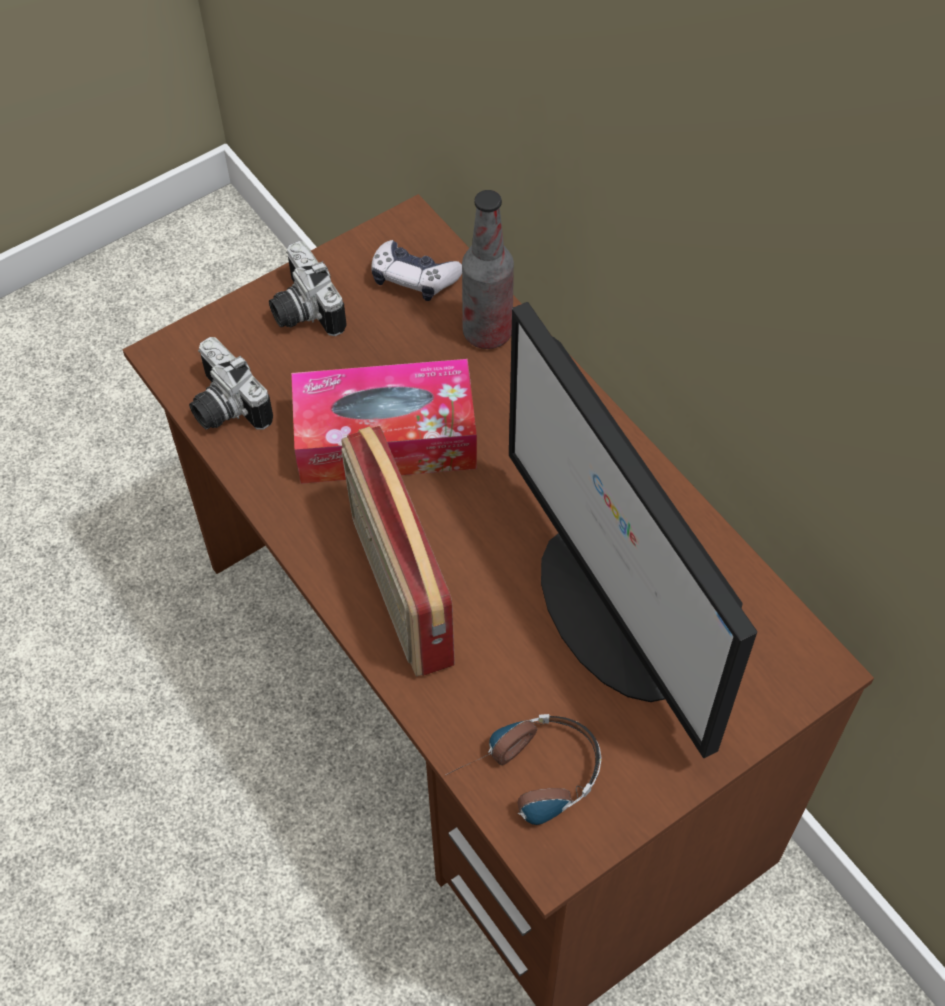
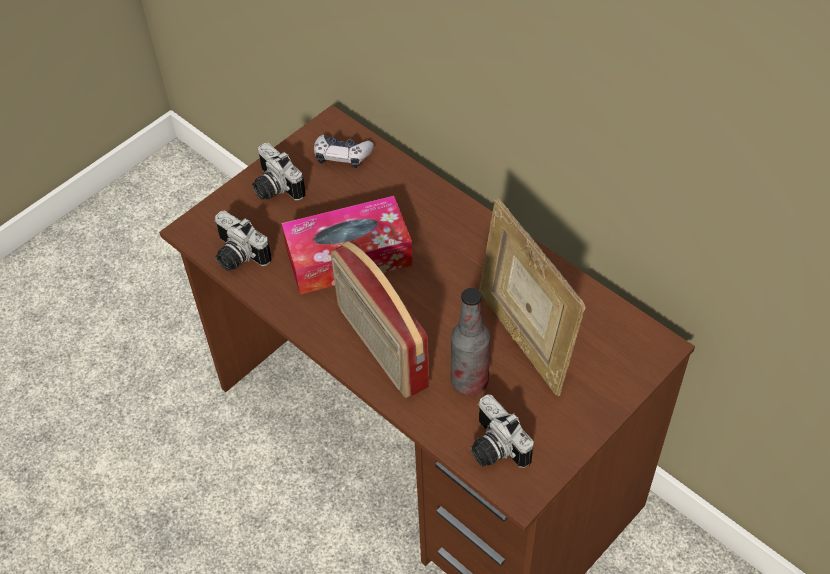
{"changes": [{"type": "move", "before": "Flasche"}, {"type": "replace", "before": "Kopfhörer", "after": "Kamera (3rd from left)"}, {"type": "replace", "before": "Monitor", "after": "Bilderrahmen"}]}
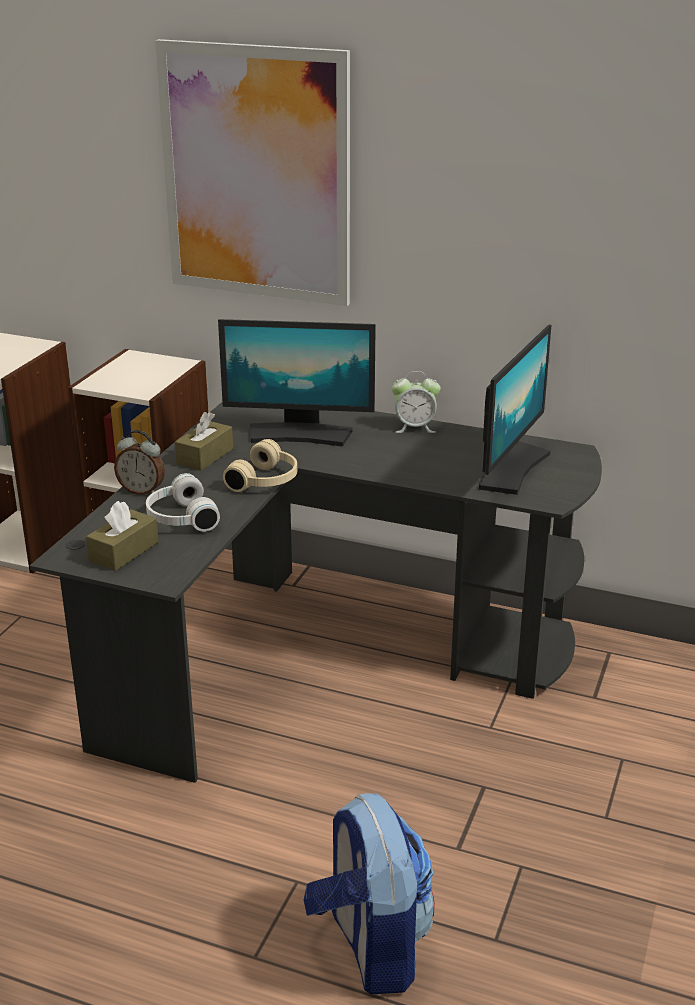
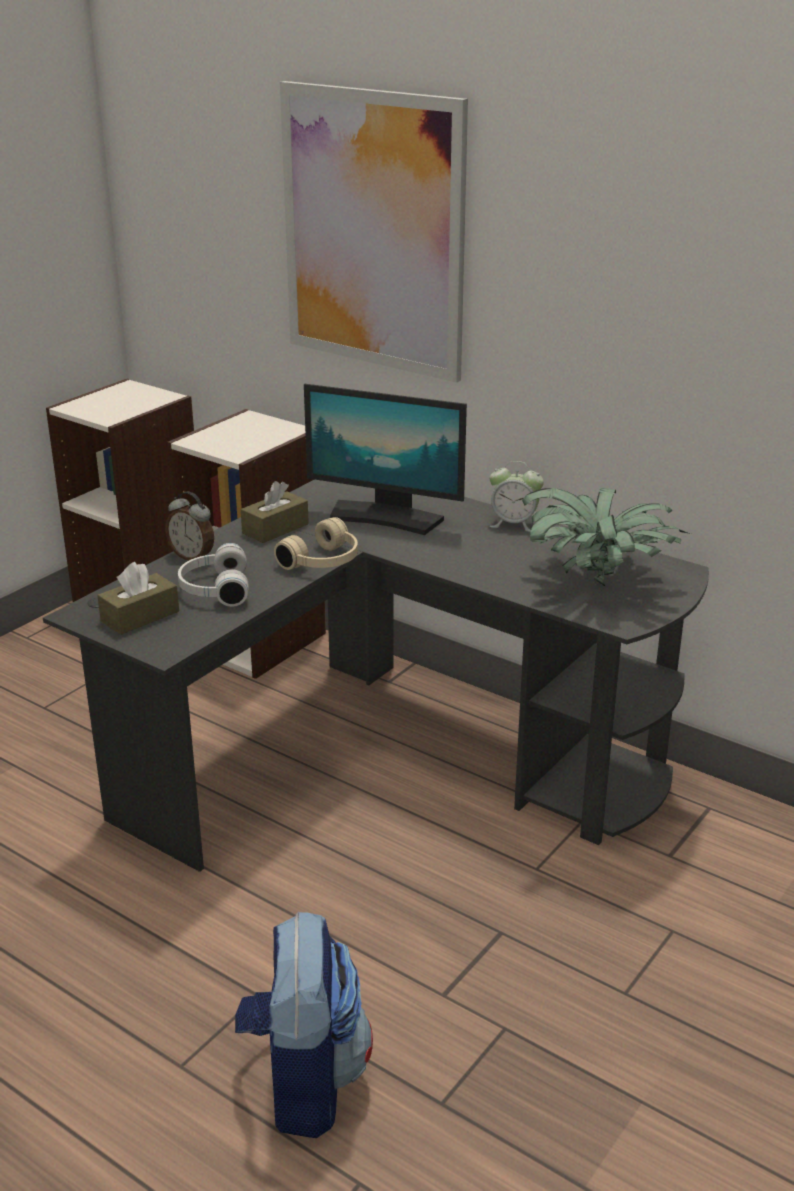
{"changes": [{"type": "replace", "before": "Monitor (2nd from left)", "after": "Topfpflanze"}]}
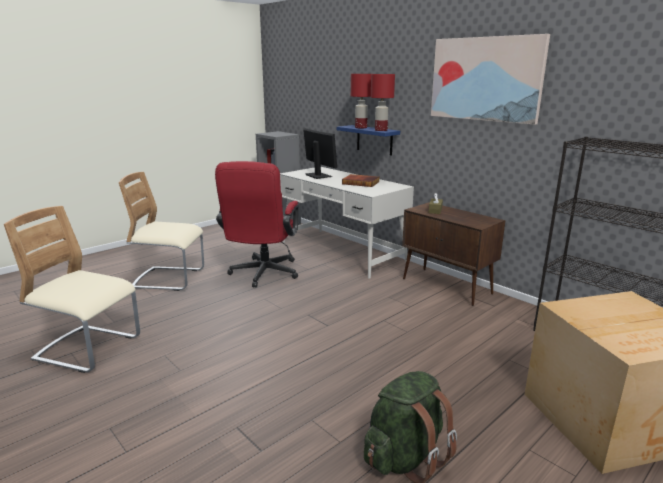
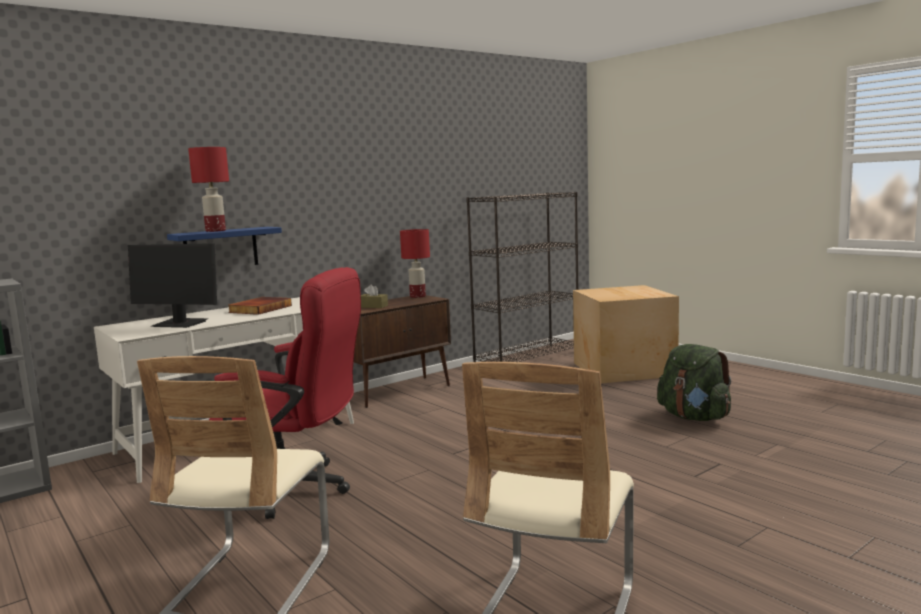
{"changes": [{"type": "rotate", "before": "Monitor", "turn": -135}, {"type": "move", "before": "Tischlampe/rot (2nd from left)"}, {"type": "delete", "before": "Bild"}]}
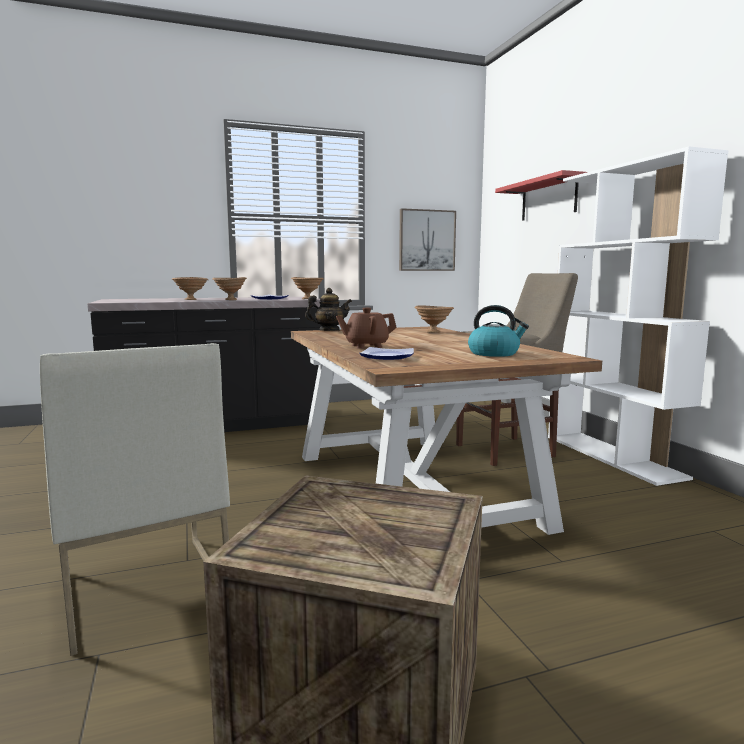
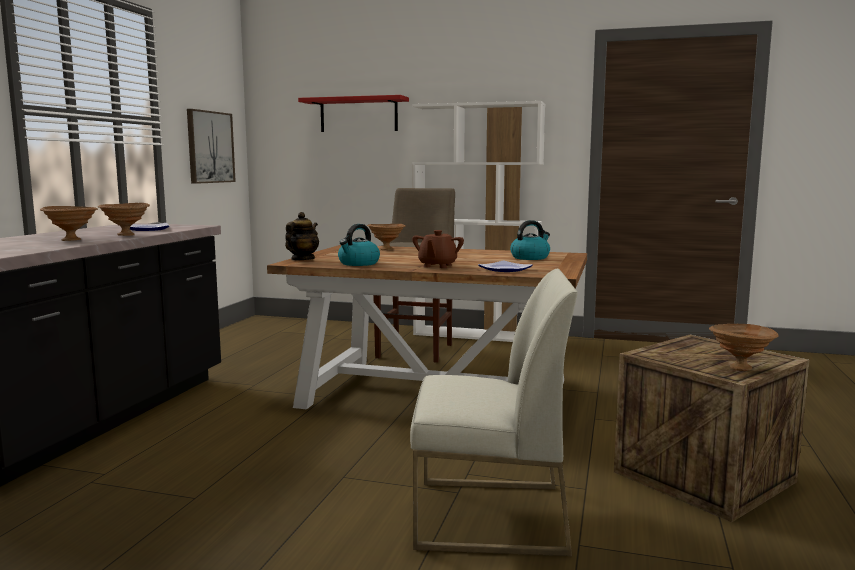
{"changes": [{"type": "insert", "after": "Wasserkessel (1st from left)"}, {"type": "move", "before": "Schüssel/braun (3rd from left in the first image)", "after": "Schüssel/braun (4th from left)"}]}
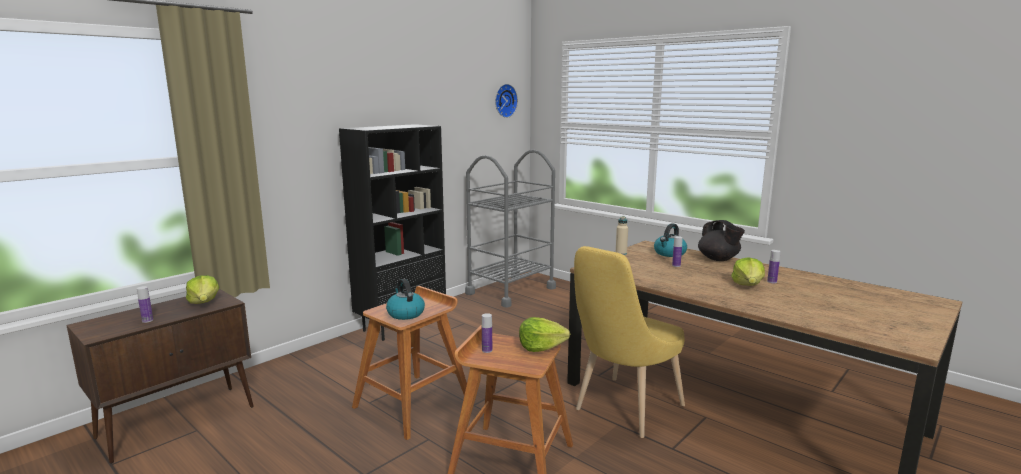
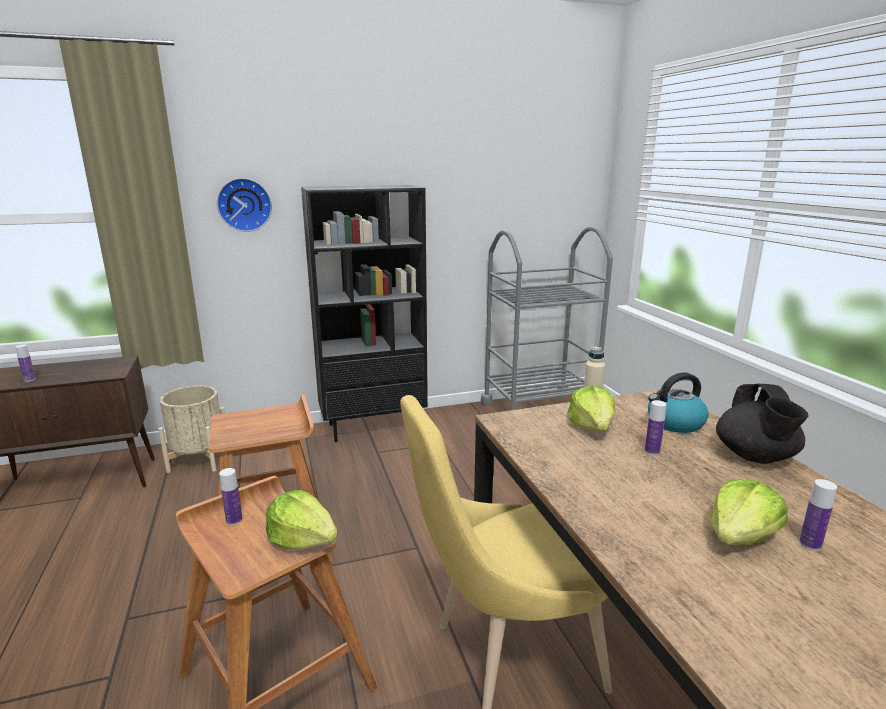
{"changes": [{"type": "insert", "after": "Pflanzkübel/beige"}, {"type": "move", "before": "Wanduhr"}, {"type": "move", "before": "Salatkopf (1st from left in the first image)", "after": "Salatkopf (2nd from left)"}, {"type": "delete", "before": "Wasserkessel (1st from left)"}]}
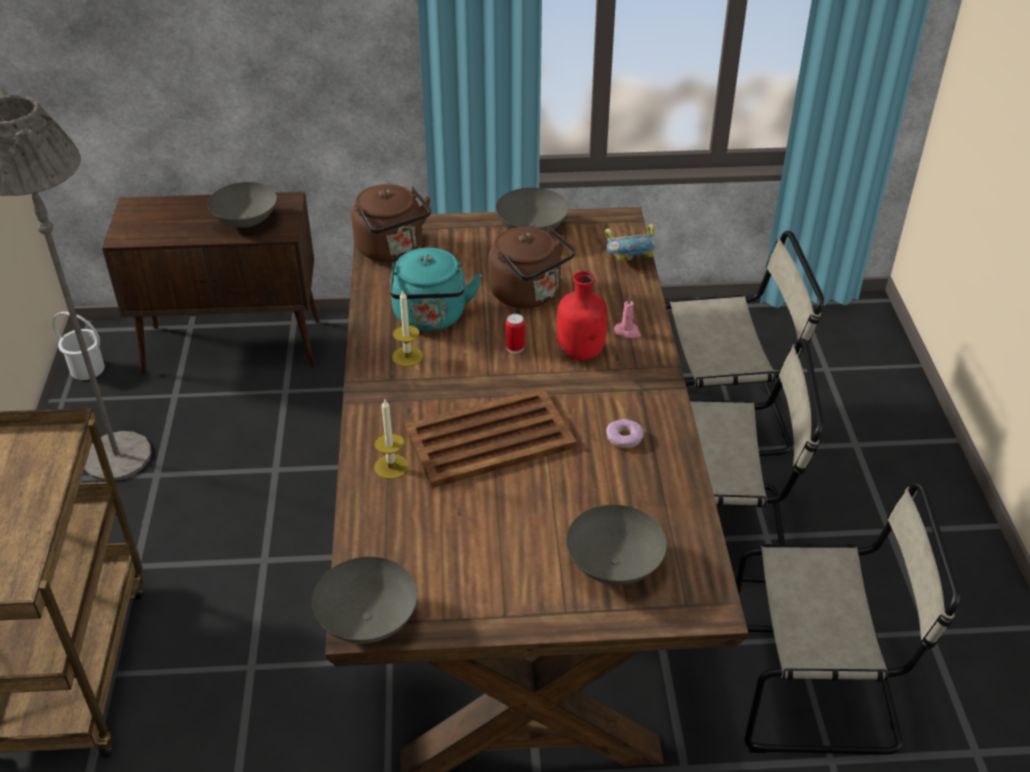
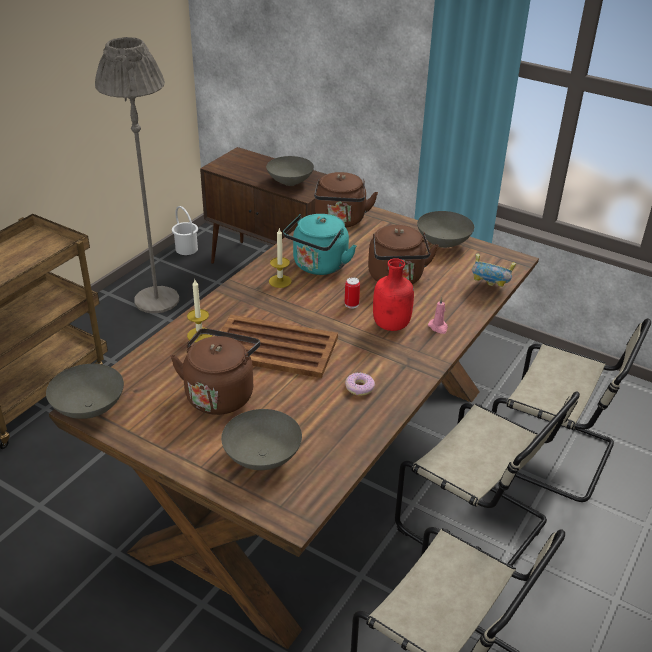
{"changes": [{"type": "insert", "after": "Wasserkessel/braun (1st from left)"}]}
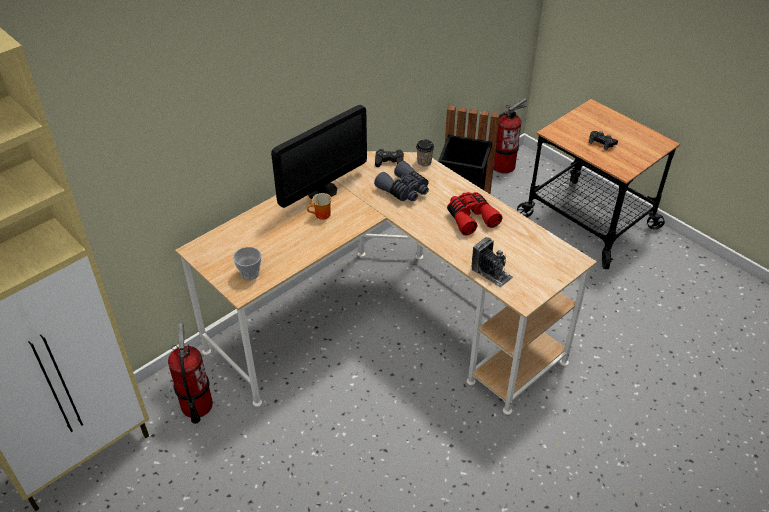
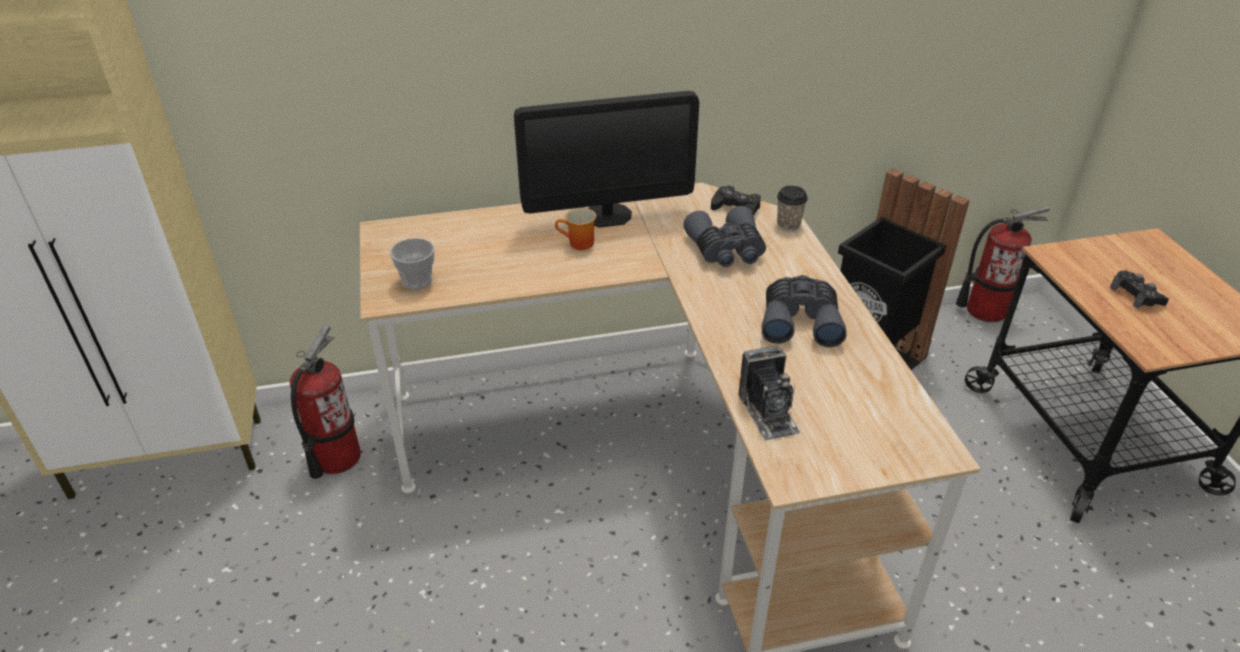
{"changes": [{"type": "recolor", "before": "Fernglas/rot", "after": "Fernglas/grau (2nd from left)"}]}
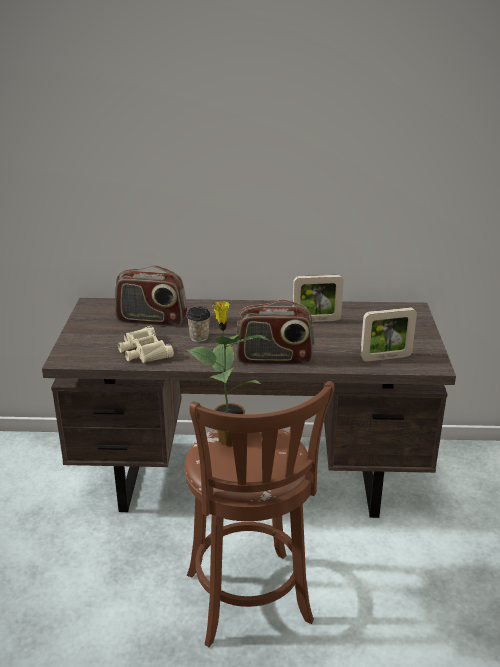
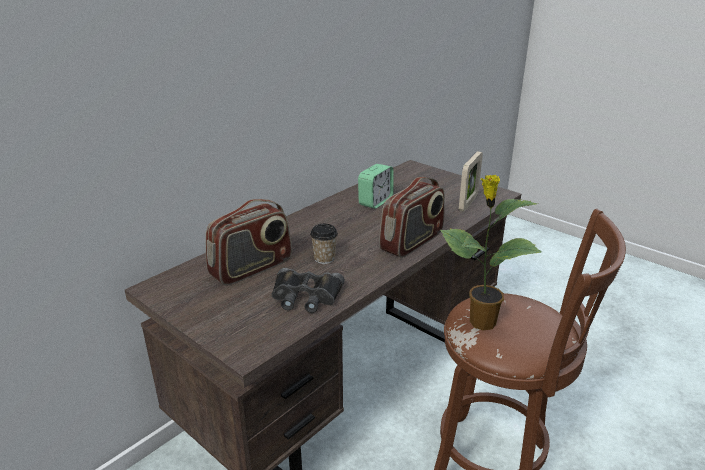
{"changes": [{"type": "recolor", "before": "Fernglas/beige", "after": "Fernglas/schwarz"}, {"type": "replace", "before": "Bilderrahmen (1st from left)", "after": "Wecker"}]}
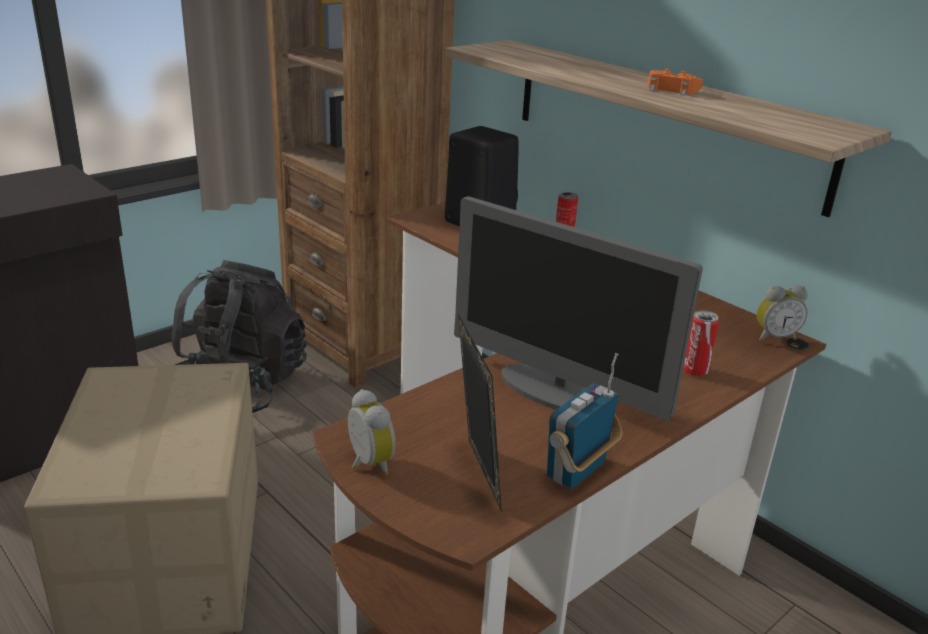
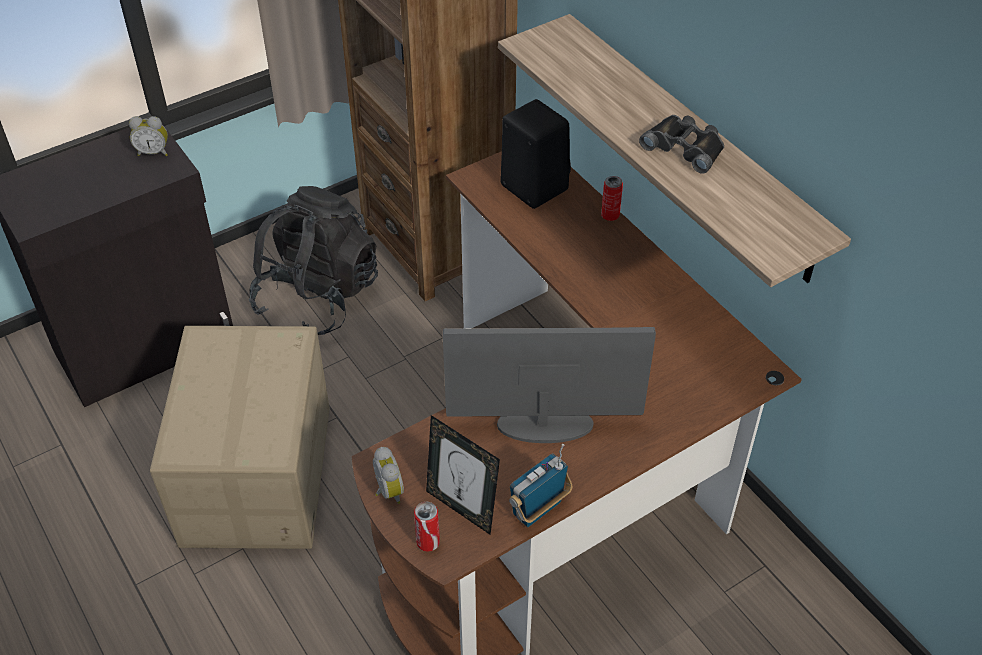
{"changes": [{"type": "move", "before": "Wecker (2nd from left in the first image)", "after": "Wecker (1st from left)"}, {"type": "move", "before": "Dose (2nd from left in the first image)", "after": "Dose (1st from left)"}, {"type": "rotate", "before": "Bilderrahmen", "turn": 135}, {"type": "rotate", "before": "Monitor", "turn": 135}, {"type": "replace", "before": "Gamepad/orange", "after": "Fernglas/schwarz"}]}
